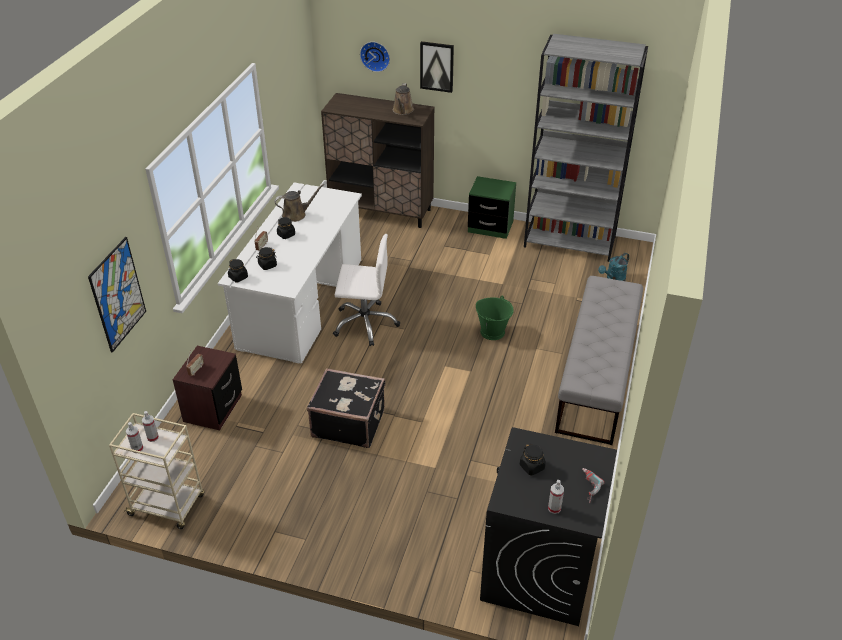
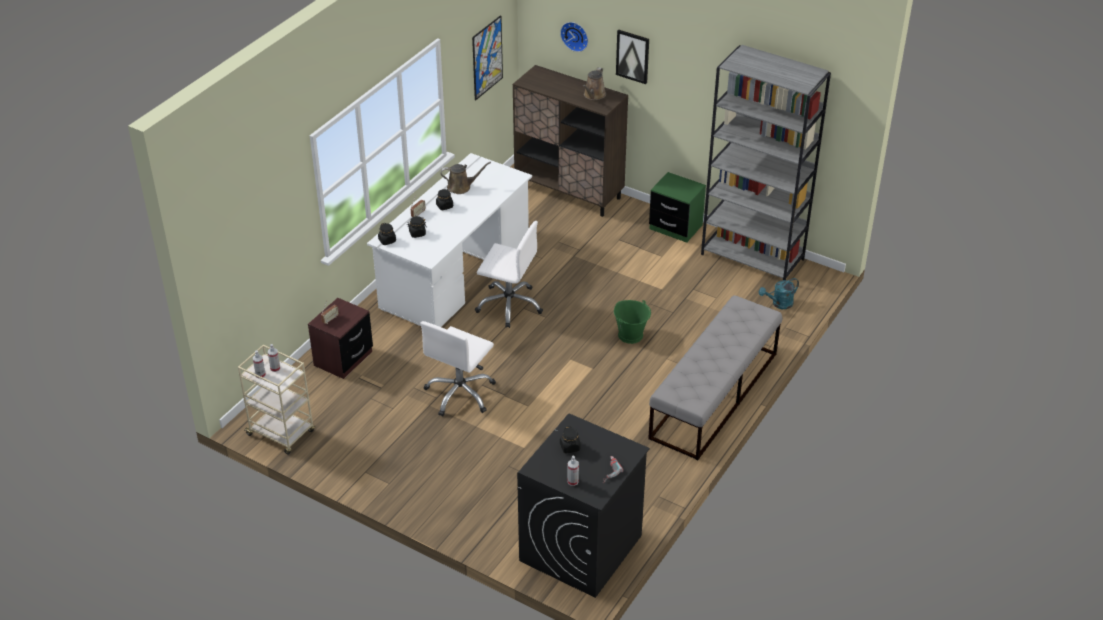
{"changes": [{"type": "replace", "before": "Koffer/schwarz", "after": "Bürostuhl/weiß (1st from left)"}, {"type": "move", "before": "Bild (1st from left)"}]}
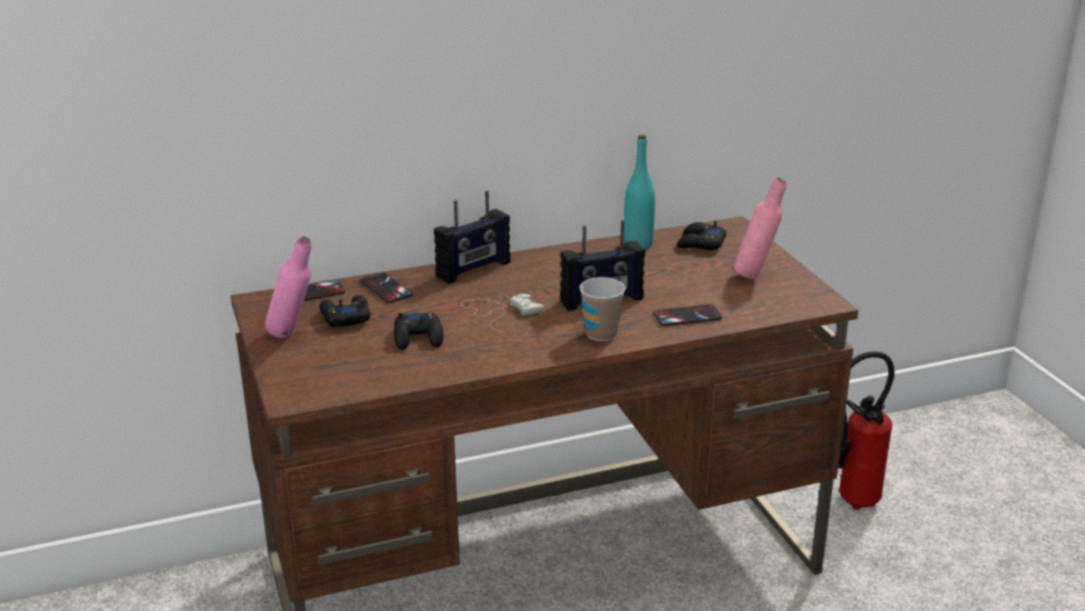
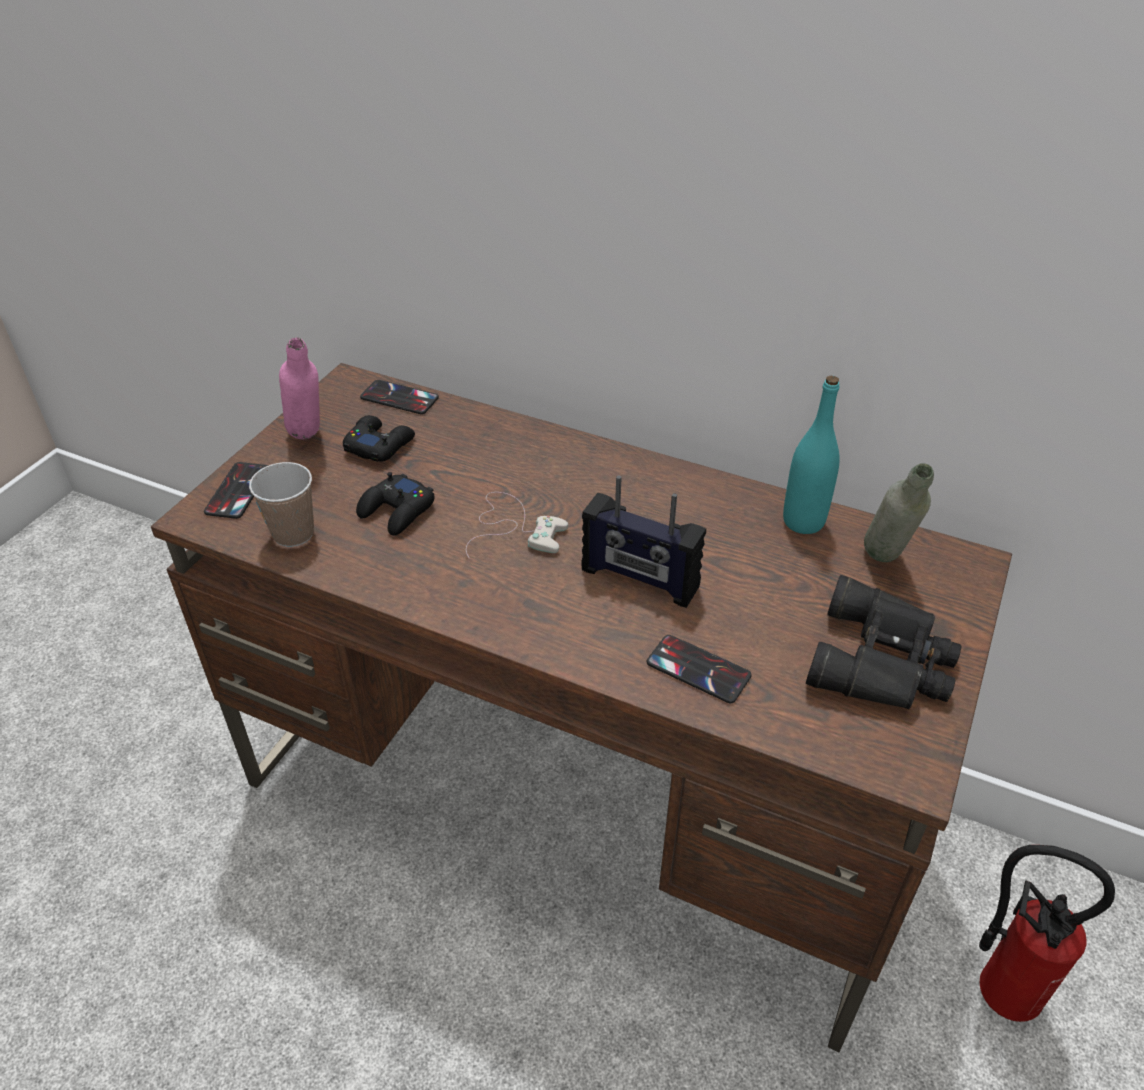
{"changes": [{"type": "move", "before": "Handy (2nd from left in the first image)", "after": "Handy (1st from left)"}, {"type": "move", "before": "Tasse"}, {"type": "replace", "before": "Flasche/rosa (2nd from left)", "after": "Fernglas/schwarz"}, {"type": "replace", "before": "Gamepad/schwarz (3rd from left)", "after": "Flasche/grau"}, {"type": "delete", "before": "Radio (1st from left)"}]}
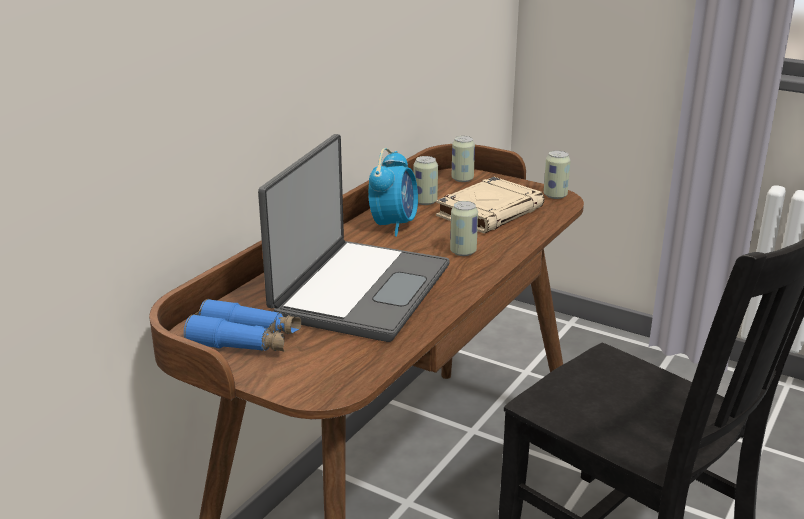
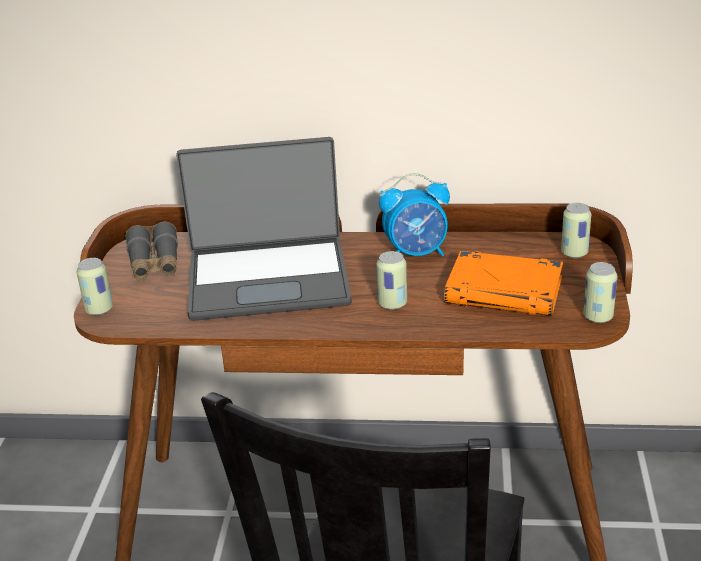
{"changes": [{"type": "move", "before": "Dose (1st from left)"}, {"type": "recolor", "before": "Fernglas/blau", "after": "Fernglas/grau"}, {"type": "recolor", "before": "Buch/beige", "after": "Buch/orange"}]}
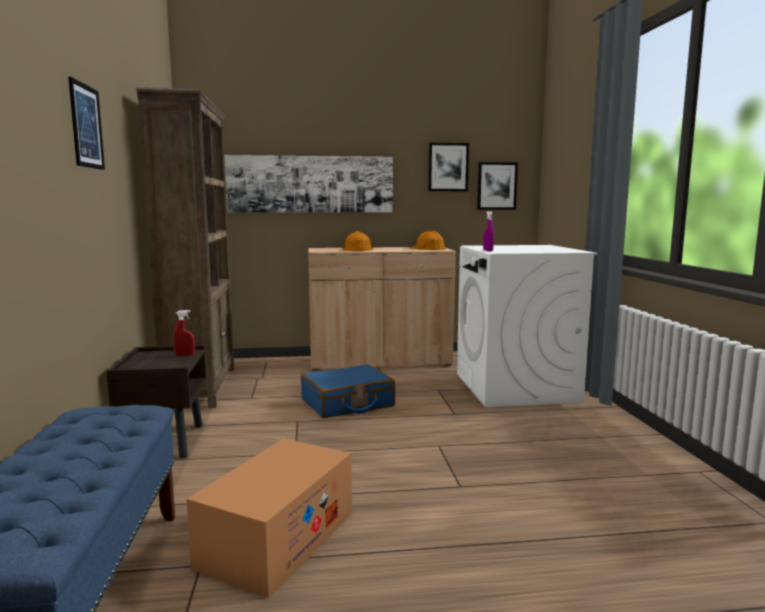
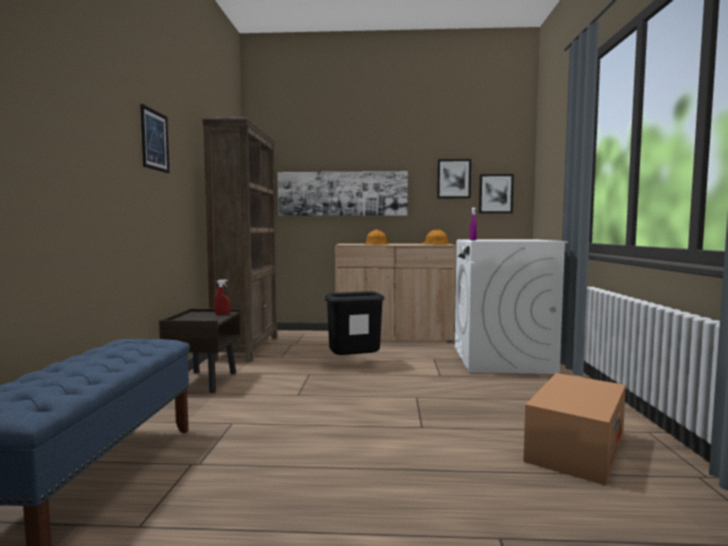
{"changes": [{"type": "replace", "before": "Koffer/blau", "after": "Mülleimer/schwarz"}, {"type": "move", "before": "Karton"}]}
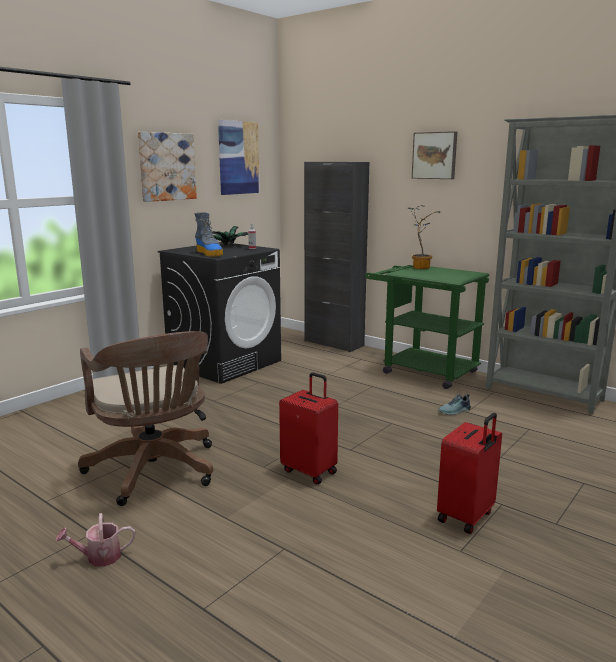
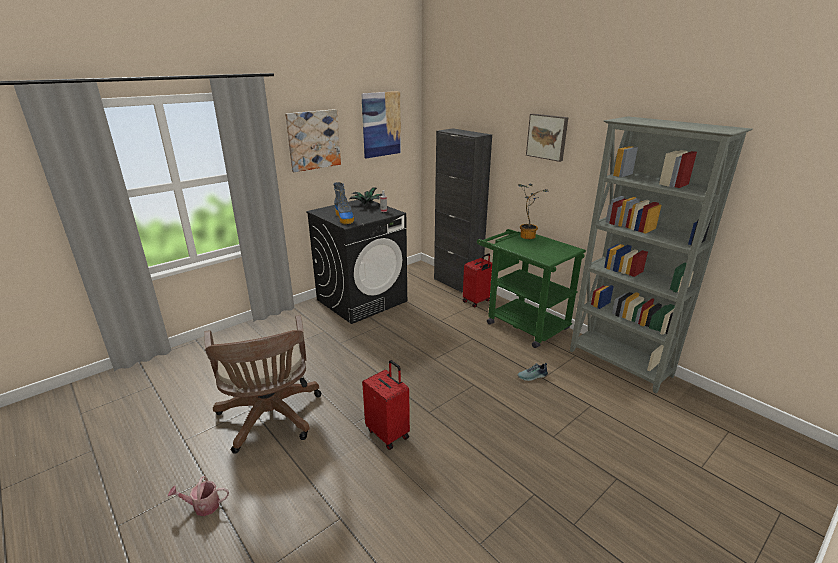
{"changes": [{"type": "move", "before": "Koffer/rot (2nd from left)"}]}
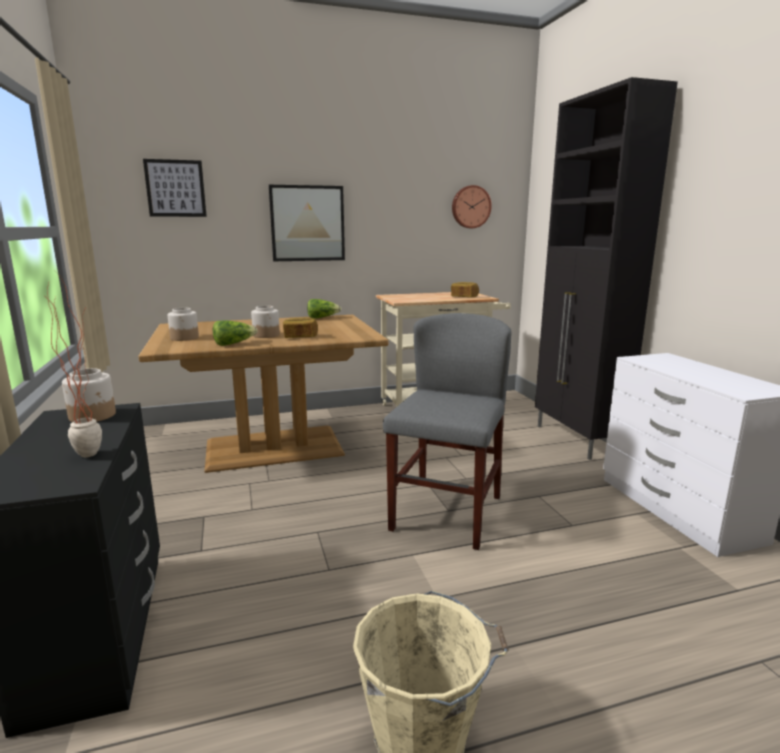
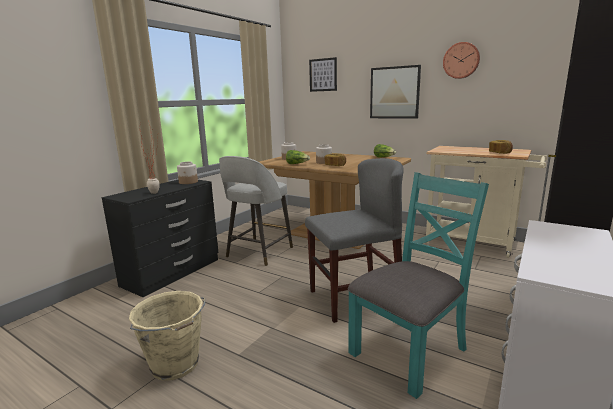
{"changes": [{"type": "insert", "after": "Hocker/grau"}, {"type": "insert", "after": "Stuhl/türkis"}, {"type": "move", "before": "Wanduhr"}]}
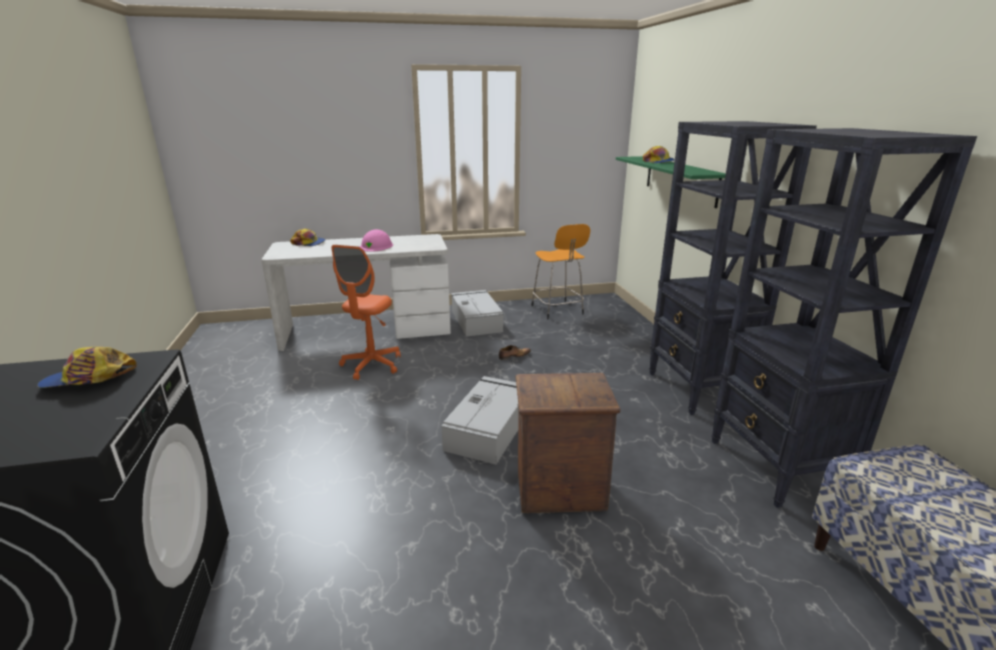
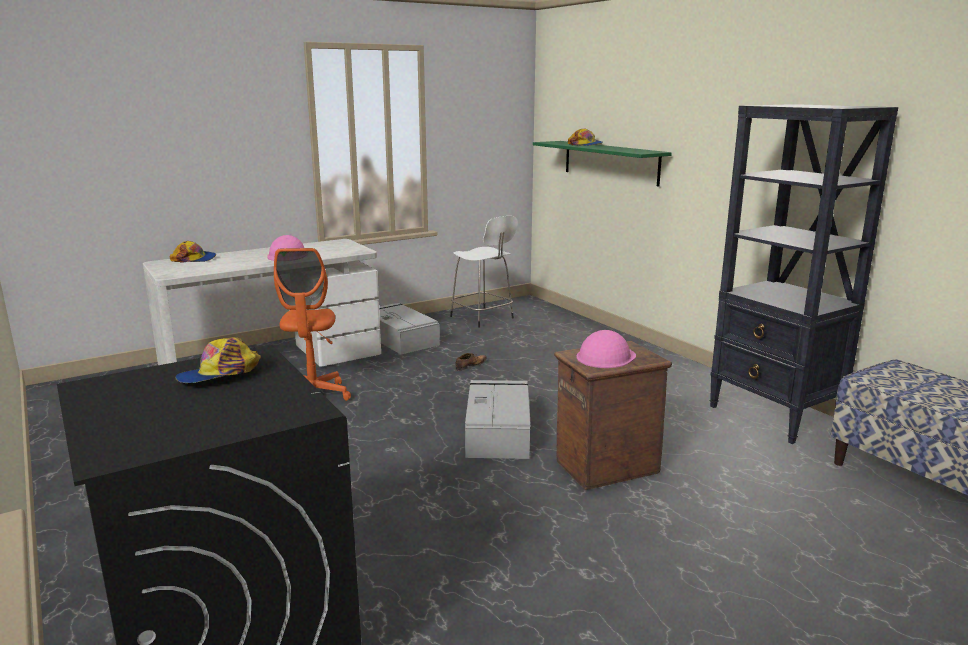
{"changes": [{"type": "recolor", "before": "Hocker/orange", "after": "Hocker/weiß"}, {"type": "insert", "after": "Schutzhelm/rosa (2nd from left)"}, {"type": "delete", "before": "Bücherregal/schwarz (1st from left)"}]}
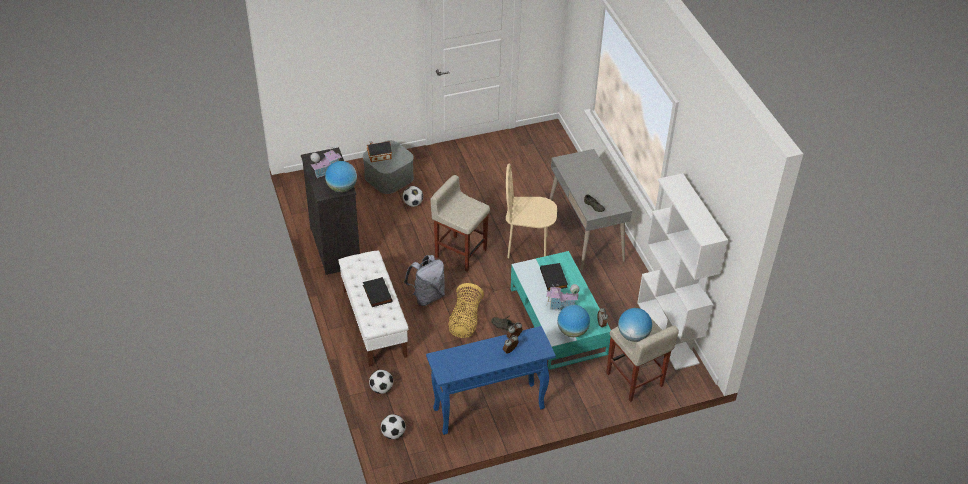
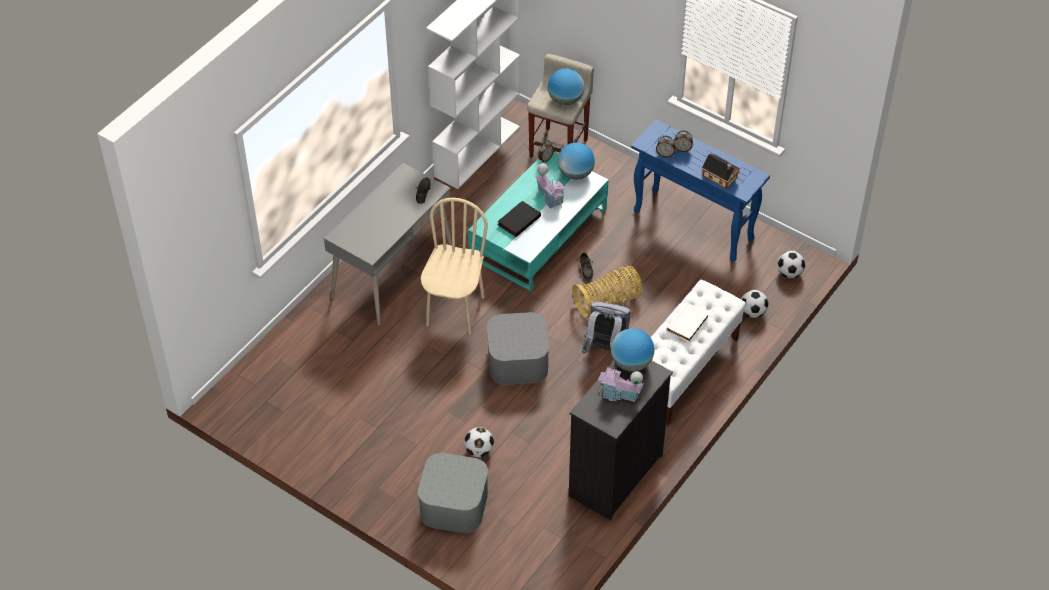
{"changes": [{"type": "rotate", "before": "Stuhl/beige", "turn": -135}, {"type": "replace", "before": "Hocker/beige (1st from left)", "after": "Aufbewahrungsbox/grau (2nd from left)"}, {"type": "recolor", "before": "Buch/schwarz (1st from left)", "after": "Buch/weiß"}, {"type": "move", "before": "Spielzeughaus (2nd from left in the first image)", "after": "Spielzeughaus (3rd from left)"}]}
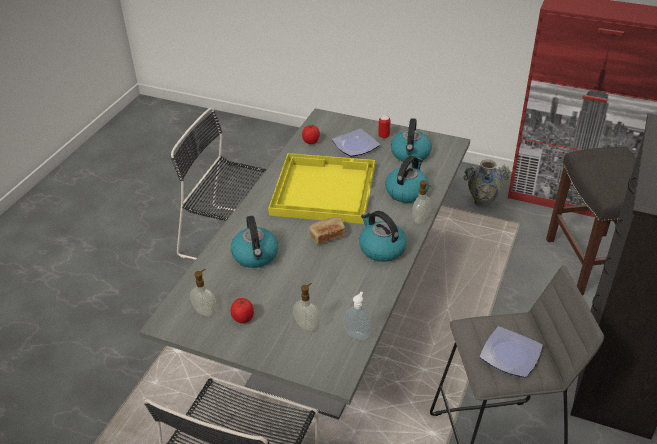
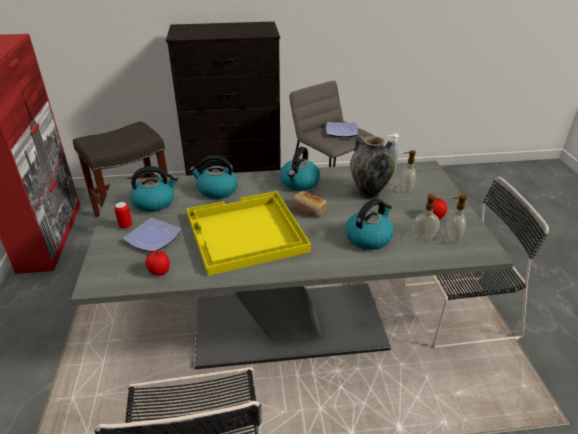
{"changes": [{"type": "move", "before": "Vase"}, {"type": "move", "before": "Seifenspender (4th from left in the first image)", "after": "Seifenspender (3rd from left)"}]}
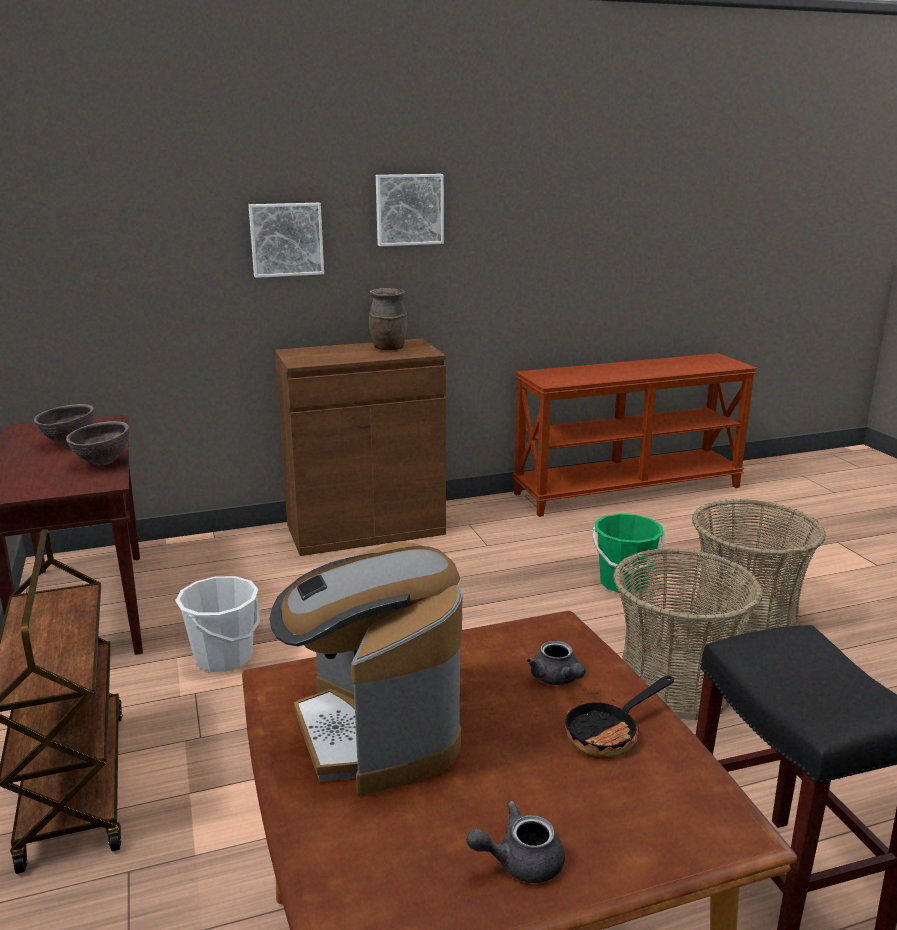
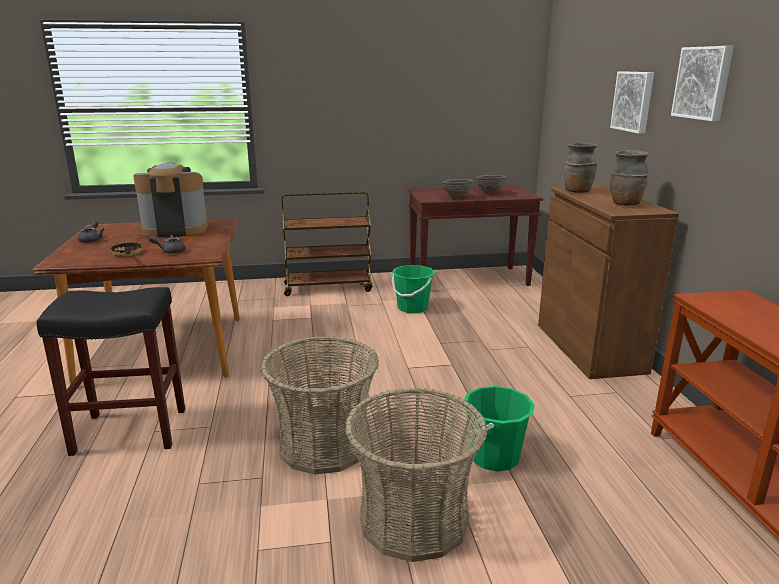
{"changes": [{"type": "recolor", "before": "Eimer/weiß", "after": "Eimer/grün (1st from left)"}, {"type": "insert", "after": "Vase/braun (1st from left)"}]}
